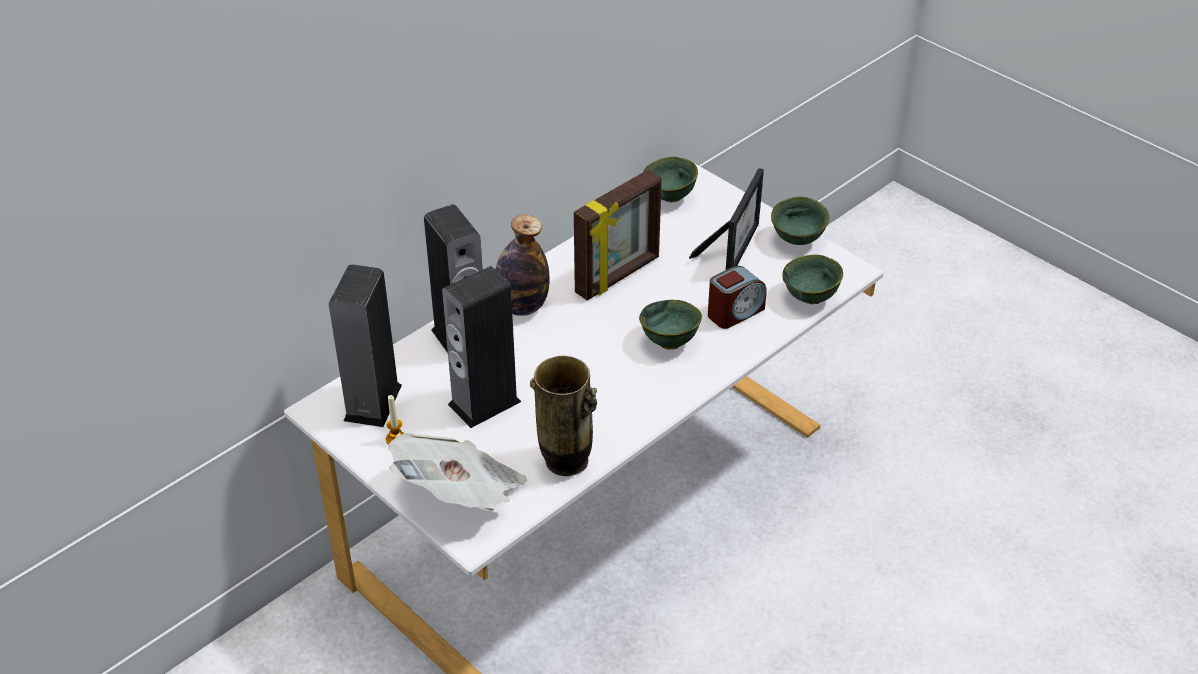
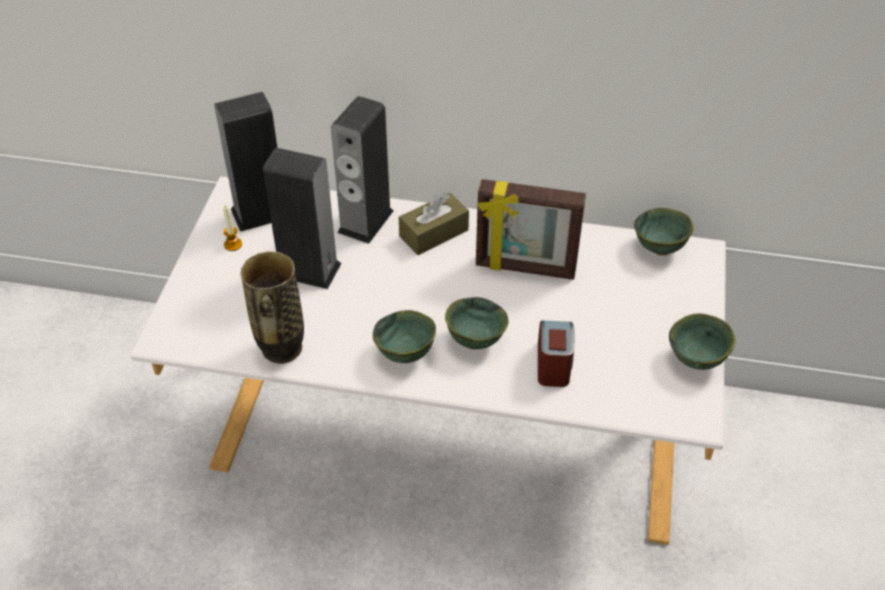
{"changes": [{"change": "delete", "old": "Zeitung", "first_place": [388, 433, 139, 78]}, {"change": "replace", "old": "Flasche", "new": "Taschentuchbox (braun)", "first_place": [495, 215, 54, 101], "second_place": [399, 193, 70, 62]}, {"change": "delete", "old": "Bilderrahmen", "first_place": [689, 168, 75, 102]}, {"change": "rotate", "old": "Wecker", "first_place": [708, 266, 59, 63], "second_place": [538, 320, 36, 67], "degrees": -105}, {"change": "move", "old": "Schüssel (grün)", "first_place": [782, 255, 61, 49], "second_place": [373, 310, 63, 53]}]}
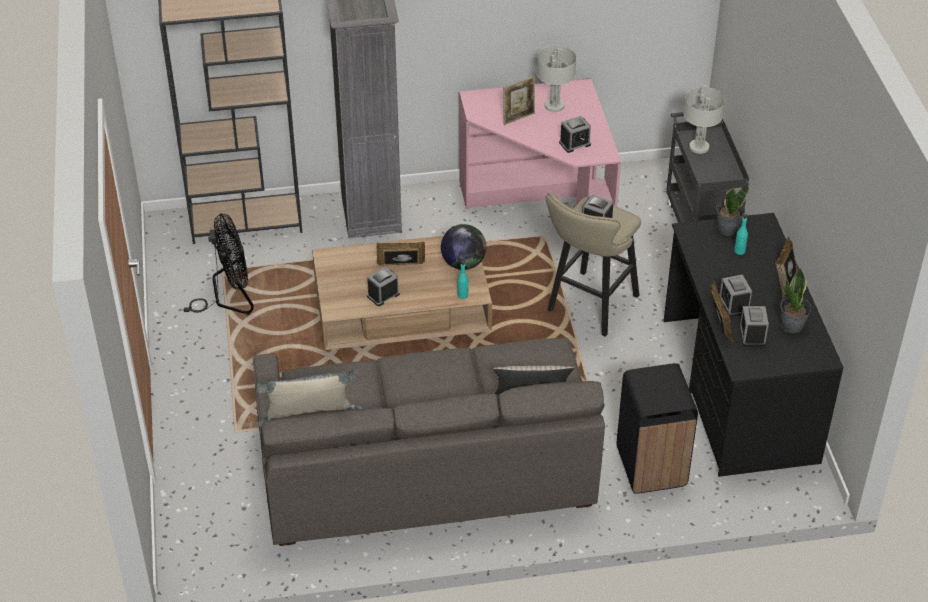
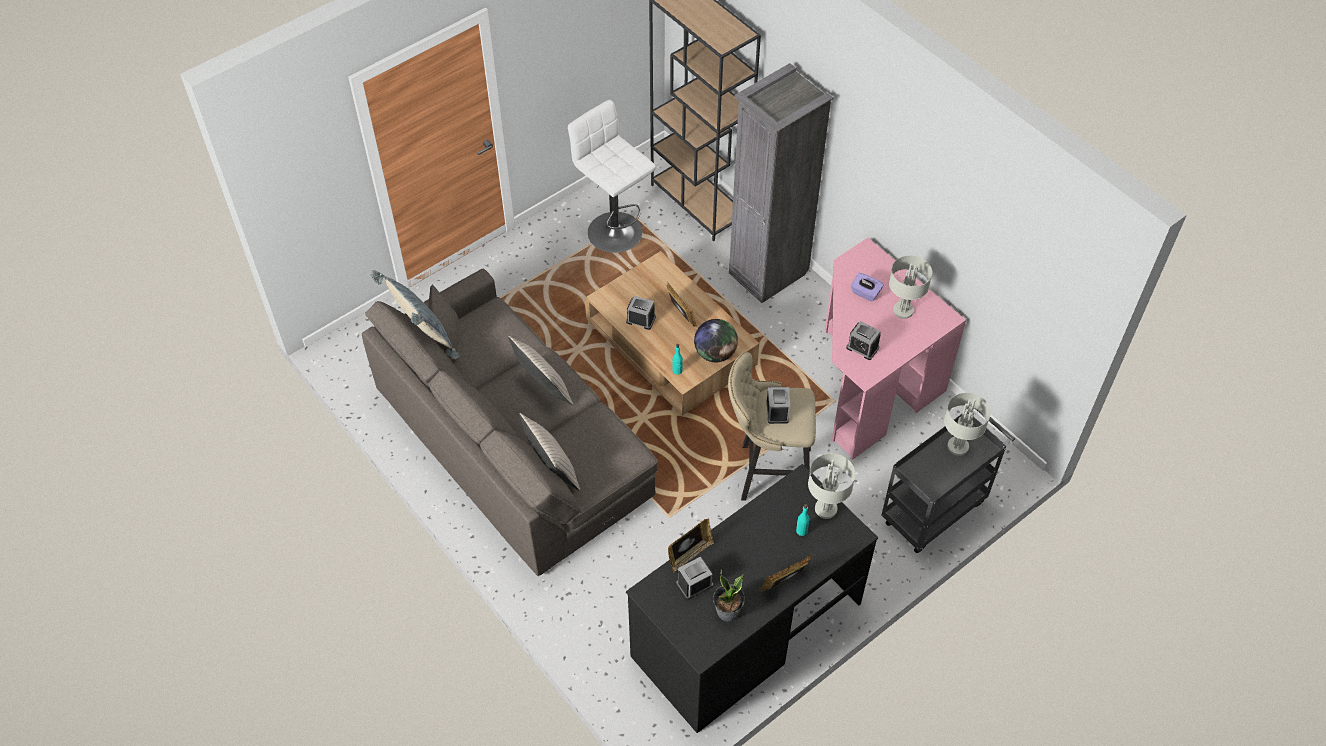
{"changes": [{"change": "replace", "old": "Ventilator (schwarz)", "new": "Hocker (weiß)", "first_place": [184, 213, 70, 102], "second_place": [568, 100, 88, 153]}, {"change": "replace", "old": "Bilderrahmen", "new": "Taschentuchbox (lila)", "first_place": [503, 76, 32, 49], "second_place": [851, 273, 32, 29]}, {"change": "delete", "old": "Mülleimer (schwarz)", "first_place": [617, 363, 81, 131]}, {"change": "replace", "old": "Topfpflanze", "new": "Tischlampe (grau)", "first_place": [716, 182, 33, 54], "second_place": [808, 453, 47, 66]}, {"change": "delete", "old": "Wecker", "first_place": [720, 274, 32, 43]}, {"change": "insert", "new": "Kissen (beige)", "second_place": [508, 336, 65, 69]}]}
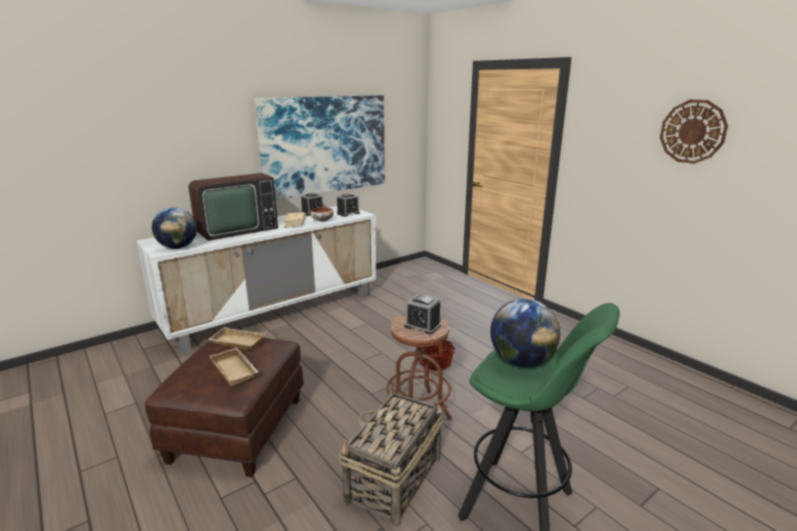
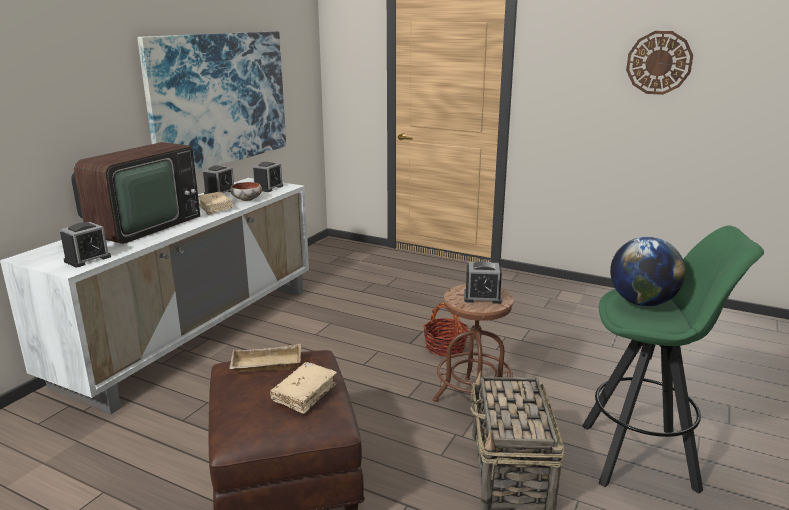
{"changes": [{"change": "replace", "old": "Globus", "new": "Wecker", "first_place": [152, 207, 45, 42], "second_place": [60, 222, 51, 45]}, {"change": "replace", "old": "Tablett (beige)", "new": "Buch (beige)", "first_place": [210, 348, 49, 38], "second_place": [270, 362, 67, 52]}]}
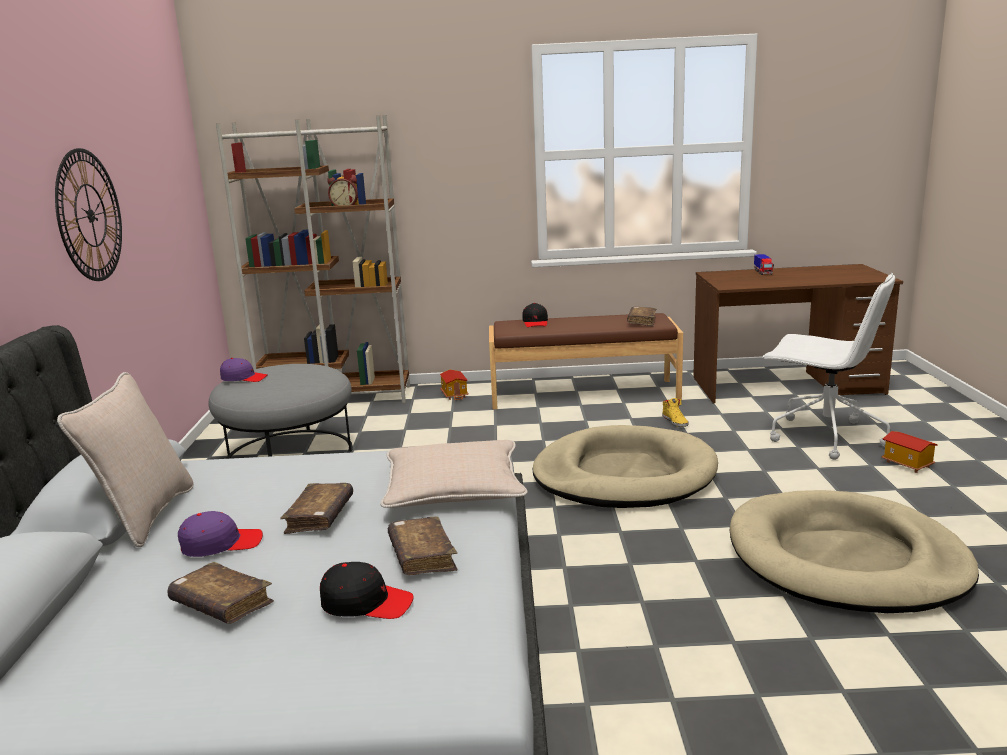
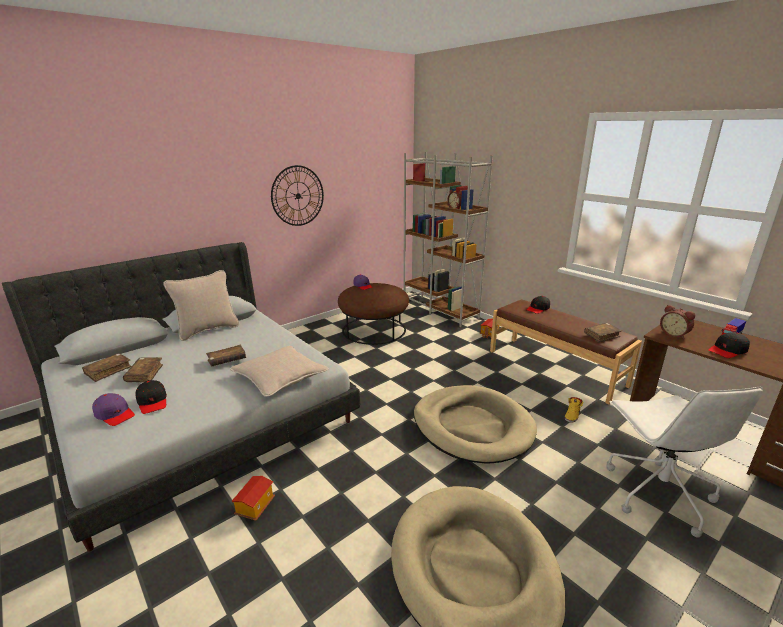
{"changes": [{"change": "move", "old": "Kappe (lila)", "first_place": [178, 511, 85, 46], "second_place": [92, 393, 43, 33]}, {"change": "recolor", "old": "Polsterhocker (grau)", "new": "Polsterhocker (braun)", "first_place": [209, 364, 144, 95], "second_place": [338, 283, 71, 62]}, {"change": "move", "old": "Buch (braun)", "first_place": [388, 516, 70, 59], "second_place": [82, 353, 50, 29]}, {"change": "move", "old": "Spielzeughaus", "first_place": [882, 431, 56, 42], "second_place": [232, 476, 43, 45]}, {"change": "insert", "new": "Wecker", "second_place": [660, 305, 35, 34]}, {"change": "insert", "new": "Kappe (schwarz)", "second_place": [708, 332, 42, 26]}]}
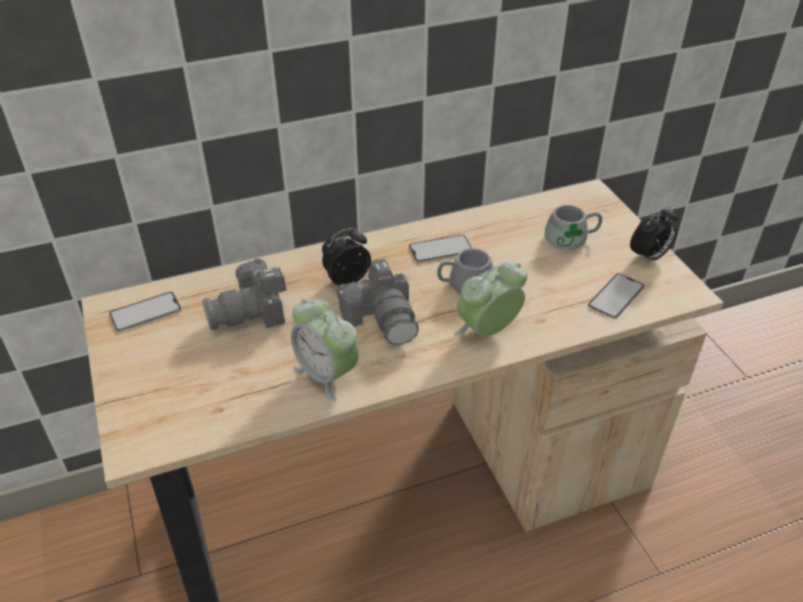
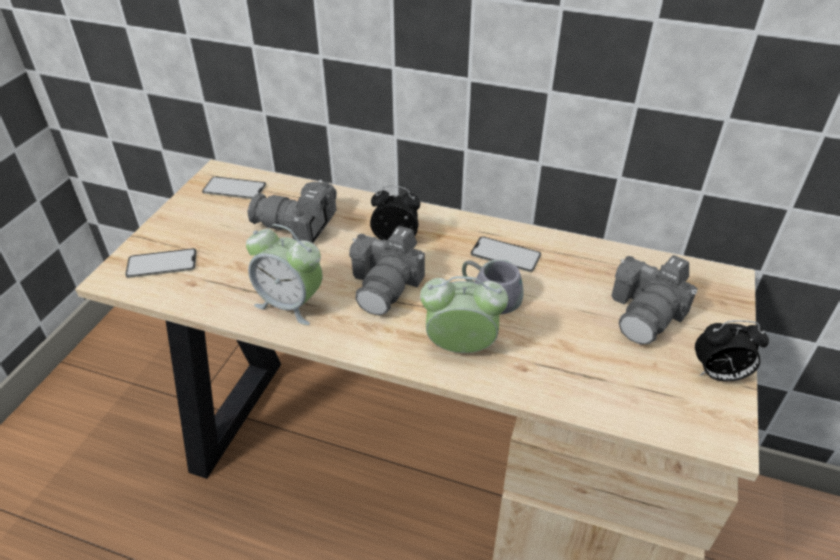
{"changes": [{"change": "rotate", "old": "Wecker", "first_place": [291, 299, 68, 103], "second_place": [246, 224, 76, 101], "degrees": -60}, {"change": "replace", "old": "Henkelbecher (grau)", "new": "Kamera", "first_place": [545, 205, 57, 52], "second_place": [611, 255, 87, 90]}, {"change": "move", "old": "Handy", "first_place": [588, 273, 56, 46], "second_place": [125, 248, 72, 30]}]}
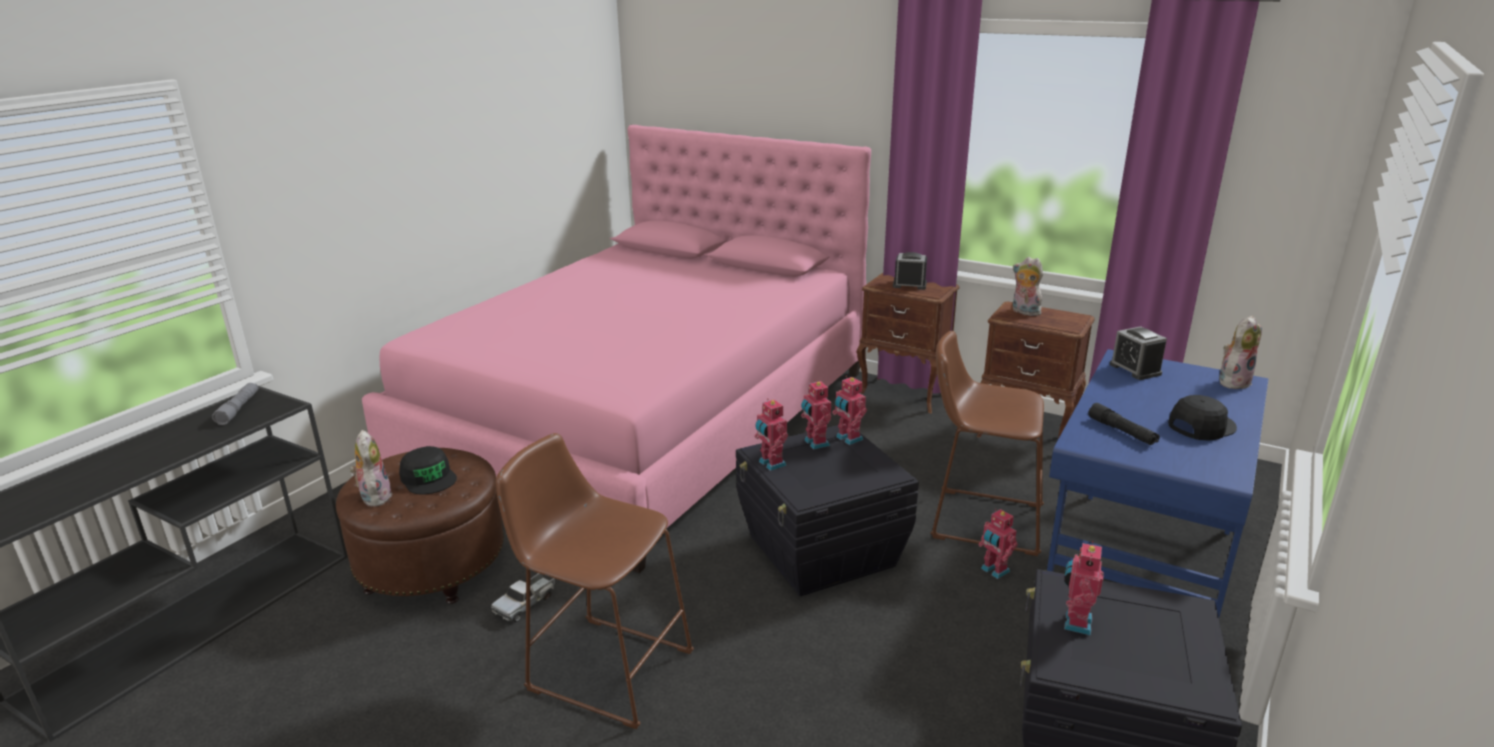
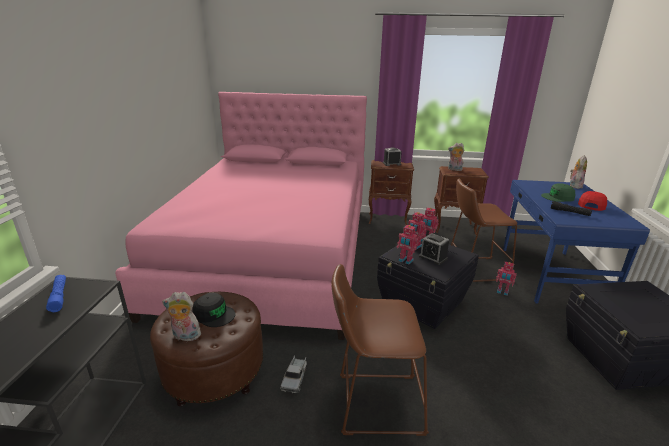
{"changes": [{"change": "recolor", "old": "Taschenlampe (grau)", "new": "Taschenlampe (blau)", "first_place": [212, 383, 47, 42], "second_place": [46, 275, 20, 37]}, {"change": "rotate", "old": "Plüschtier", "first_place": [350, 430, 42, 77], "second_place": [162, 292, 39, 49], "degrees": -45}, {"change": "delete", "old": "Spielzeugroboter", "first_place": [1064, 541, 40, 95]}, {"change": "move", "old": "Wecker", "first_place": [1110, 326, 57, 54], "second_place": [419, 233, 30, 32]}, {"change": "recolor", "old": "Kappe (schwarz)", "new": "Kappe (rot)", "first_place": [1168, 395, 69, 46], "second_place": [578, 191, 29, 20]}, {"change": "insert", "new": "Kappe (grün)", "second_place": [541, 183, 34, 19]}]}
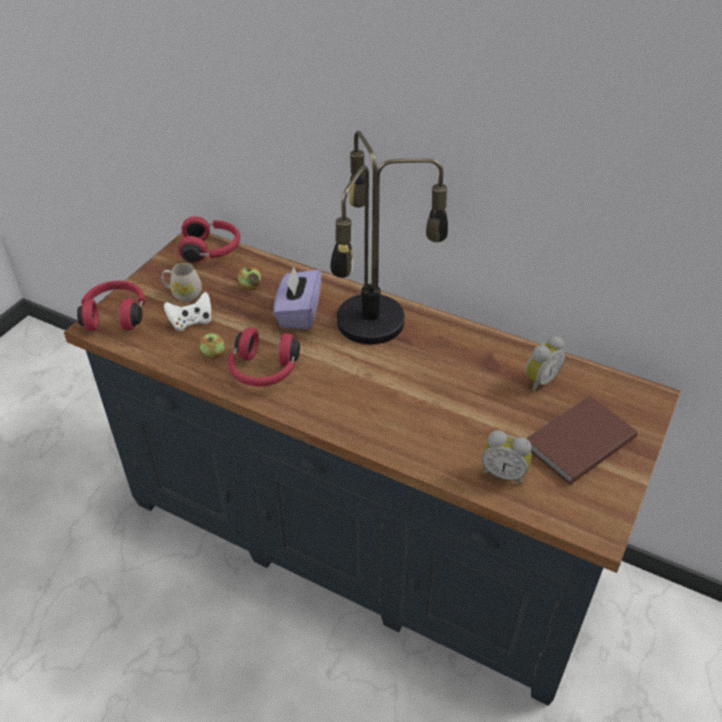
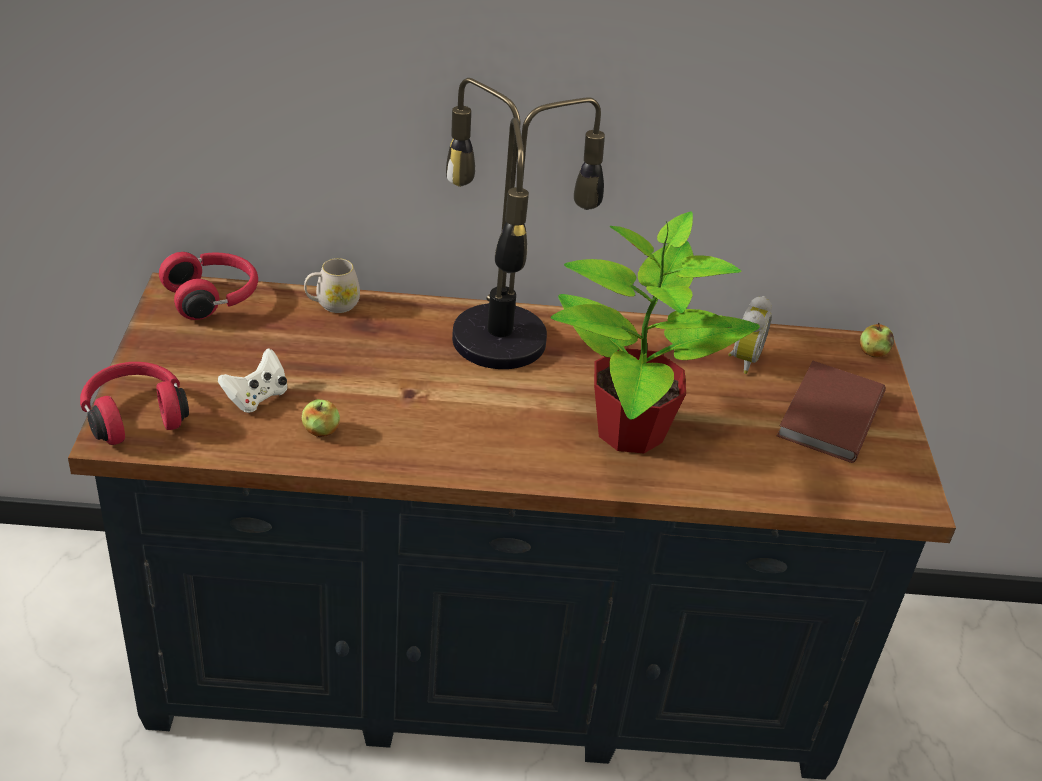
{"changes": [{"change": "move", "old": "Henkelbecher (weiß)", "first_place": [161, 263, 41, 39], "second_place": [304, 258, 56, 55]}, {"change": "delete", "old": "Kopfhörer (rot)", "first_place": [228, 328, 72, 59]}, {"change": "move", "old": "Apfel", "first_place": [238, 265, 23, 25], "second_place": [860, 323, 34, 34]}, {"change": "delete", "old": "Taschentuchbox (lila)", "first_place": [273, 266, 49, 64]}, {"change": "delete", "old": "Wecker", "first_place": [482, 430, 50, 55]}, {"change": "insert", "new": "Topfpflanze", "second_place": [551, 212, 209, 242]}]}
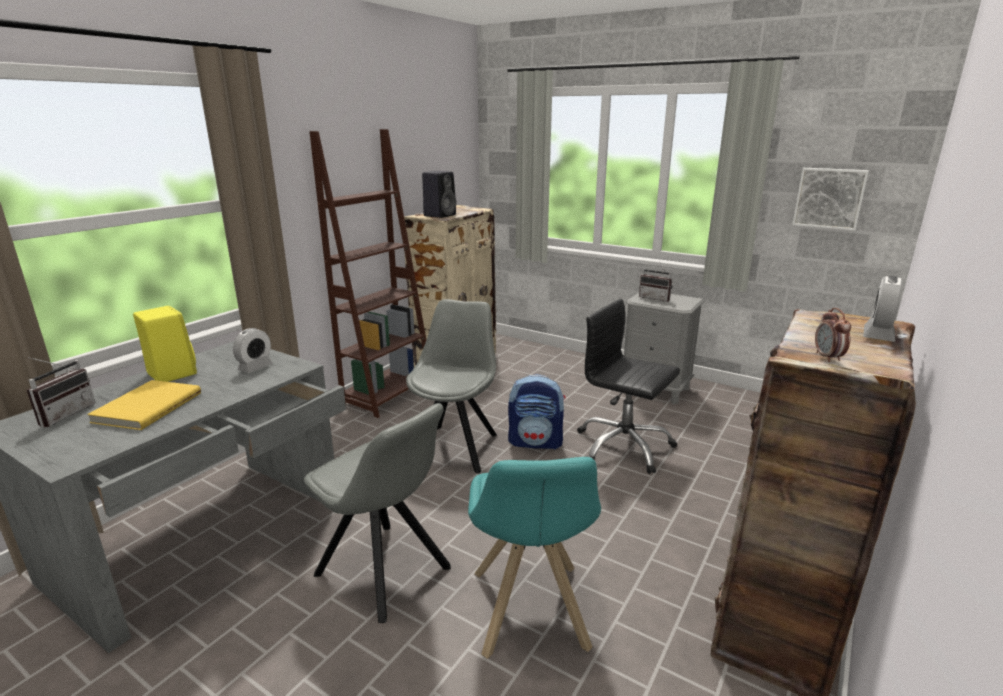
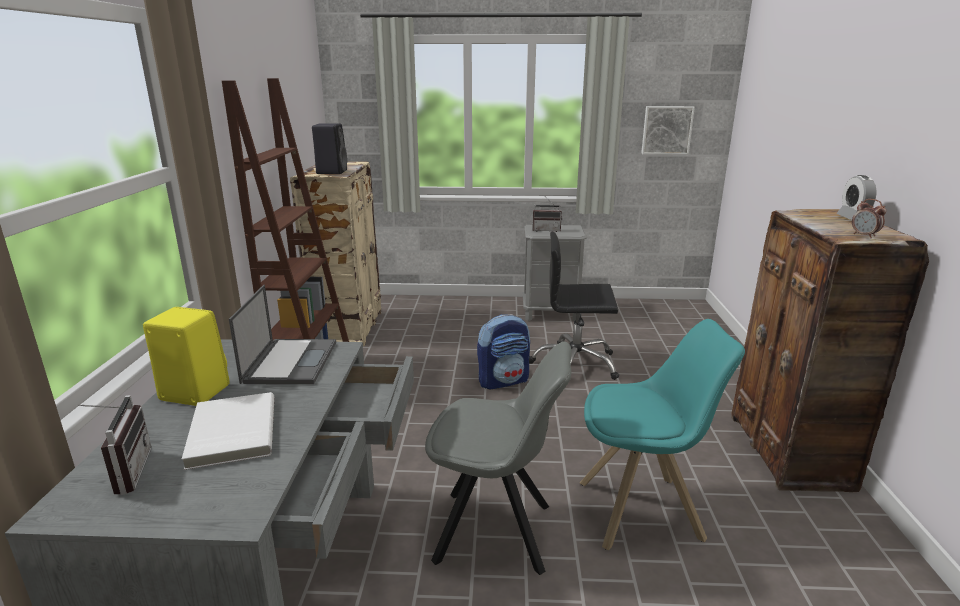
{"changes": [{"change": "recolor", "old": "Buch (gelb)", "new": "Buch (weiß)", "first_place": [87, 380, 114, 50], "second_place": [182, 392, 92, 78]}, {"change": "replace", "old": "Wecker", "new": "Laptop", "first_place": [233, 328, 40, 45], "second_place": [229, 285, 107, 99]}, {"change": "delete", "old": "Stuhl (grau)", "first_place": [406, 299, 91, 175]}, {"change": "rotate", "old": "Stuhl (türkis)", "first_place": [468, 457, 133, 202], "second_place": [579, 319, 166, 231], "degrees": -60}]}
